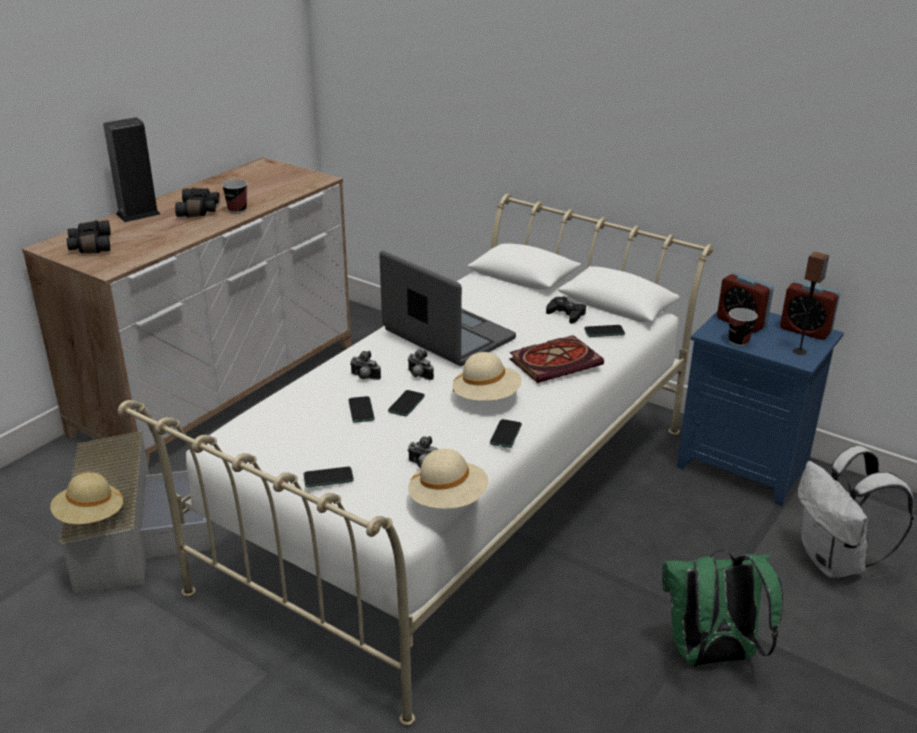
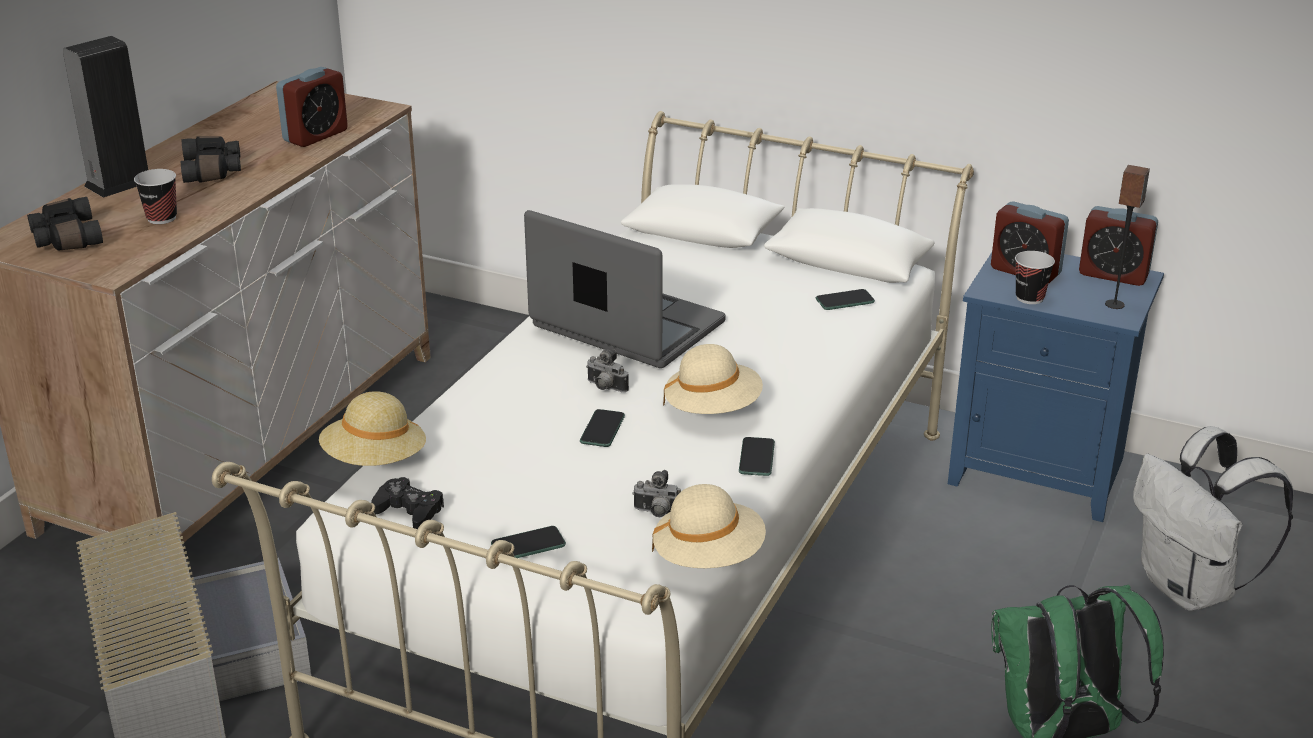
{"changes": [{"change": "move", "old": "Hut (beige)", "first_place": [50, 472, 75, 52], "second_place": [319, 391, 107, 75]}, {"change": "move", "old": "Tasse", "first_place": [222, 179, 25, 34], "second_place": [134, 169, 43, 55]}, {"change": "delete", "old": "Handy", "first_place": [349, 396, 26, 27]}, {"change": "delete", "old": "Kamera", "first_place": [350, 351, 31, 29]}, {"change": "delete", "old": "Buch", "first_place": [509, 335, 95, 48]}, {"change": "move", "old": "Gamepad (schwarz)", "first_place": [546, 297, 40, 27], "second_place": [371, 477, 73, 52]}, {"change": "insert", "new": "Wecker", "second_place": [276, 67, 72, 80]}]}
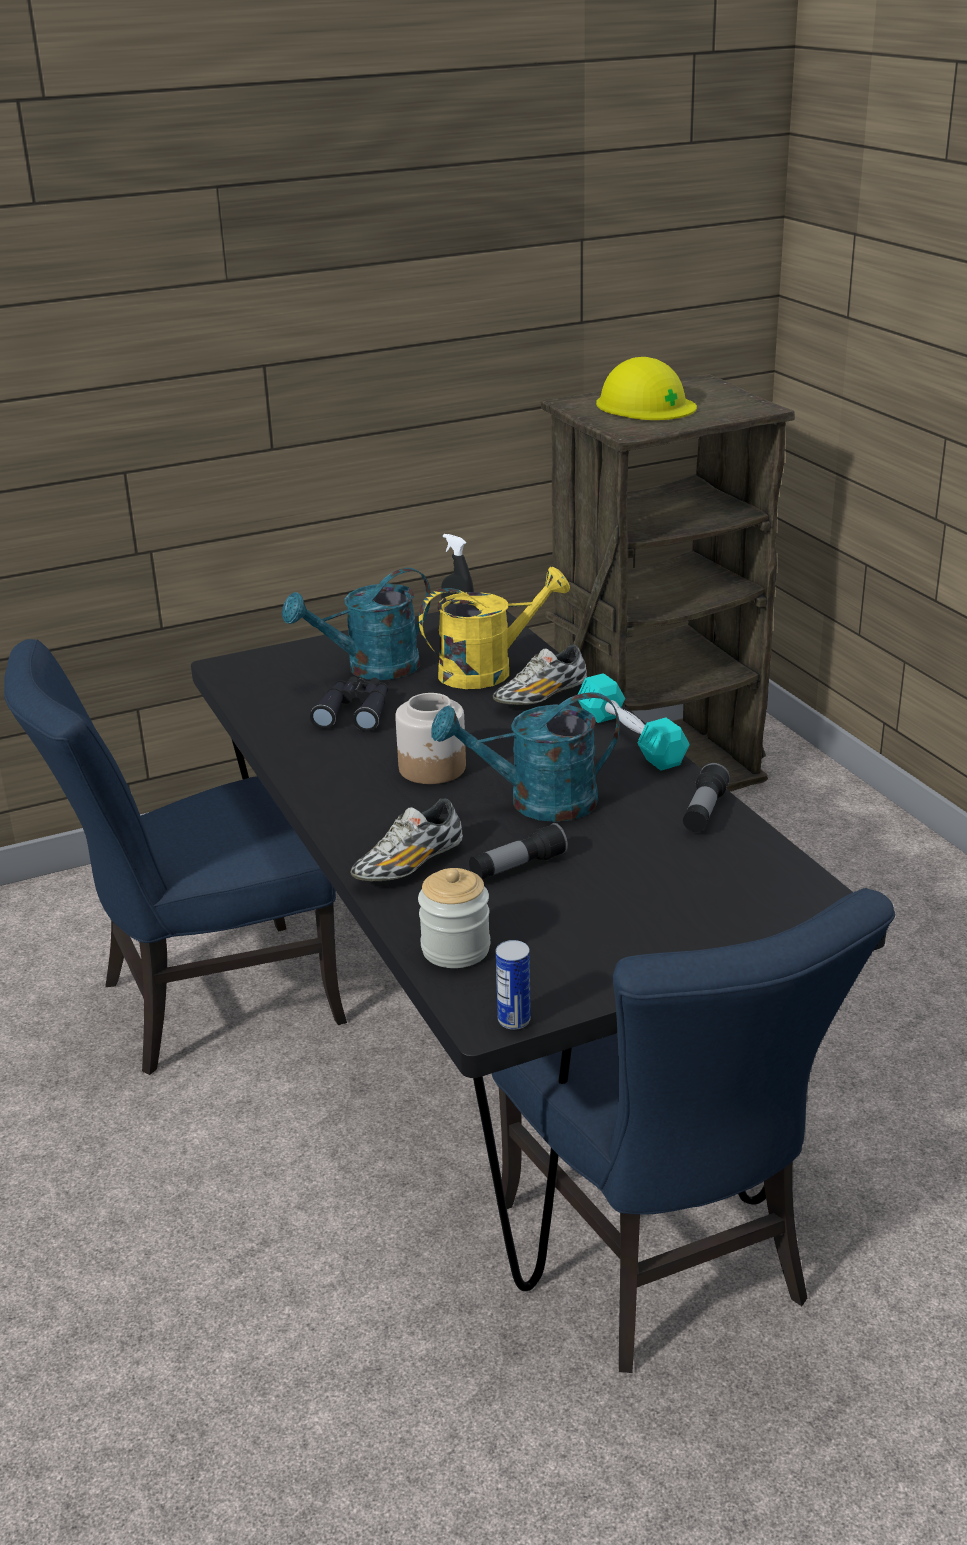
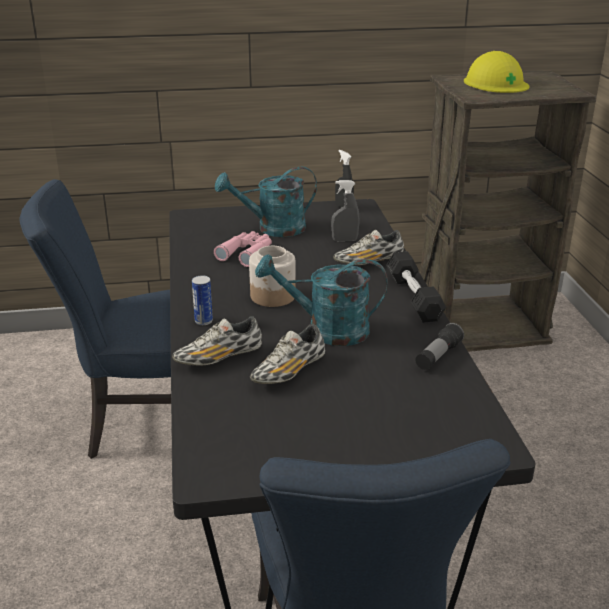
{"changes": [{"change": "recolor", "old": "Fernglas (schwarz)", "new": "Fernglas (rosa)", "first_place": [310, 676, 78, 56], "second_place": [214, 231, 58, 36]}, {"change": "delete", "old": "Vorratsglas", "first_place": [418, 868, 72, 100]}, {"change": "replace", "old": "Gießkanne (gelb)", "new": "Sprühflasche (grau)", "first_place": [419, 567, 151, 122], "second_place": [331, 180, 29, 62]}, {"change": "replace", "old": "Taschenlampe", "new": "Schuh", "first_place": [469, 823, 99, 56], "second_place": [250, 324, 75, 60]}, {"change": "move", "old": "Dose", "first_place": [496, 940, 35, 90], "second_place": [192, 275, 21, 50]}, {"change": "recolor", "old": "Hantel (türkis)", "new": "Hantel (schwarz)", "first_place": [578, 673, 112, 98], "second_place": [386, 251, 60, 72]}]}
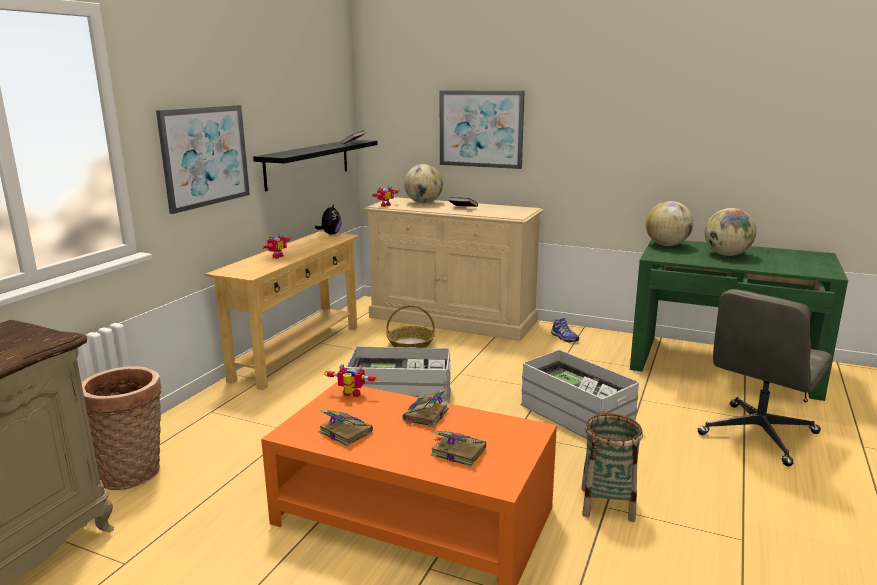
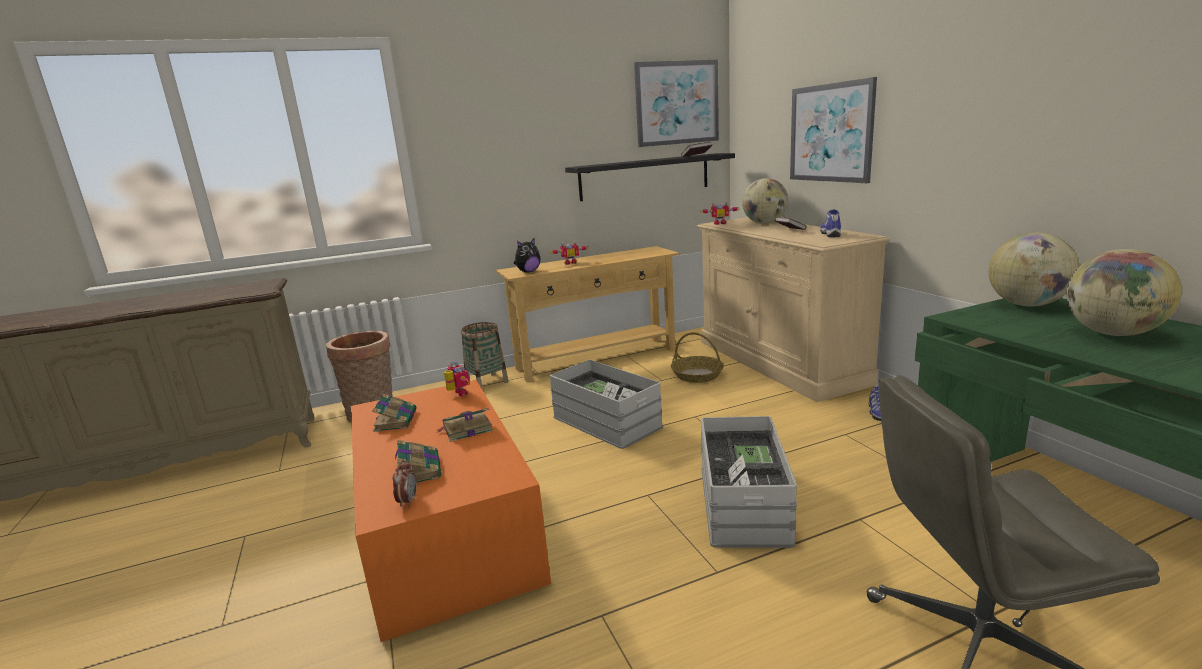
{"changes": [{"change": "move", "old": "Bild", "first_place": [156, 105, 94, 109], "second_place": [634, 60, 85, 87]}, {"change": "move", "old": "Plüschtier", "first_place": [315, 204, 27, 31], "second_place": [514, 238, 26, 35]}, {"change": "move", "old": "Korb", "first_place": [581, 414, 62, 108], "second_place": [461, 322, 47, 66]}, {"change": "insert", "new": "Wecker", "second_place": [393, 460, 24, 47]}, {"change": "insert", "new": "Schuh", "second_place": [820, 210, 21, 27]}]}
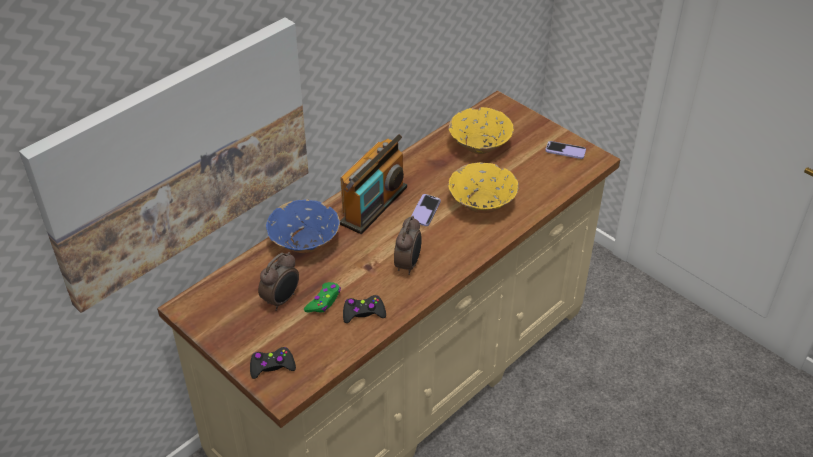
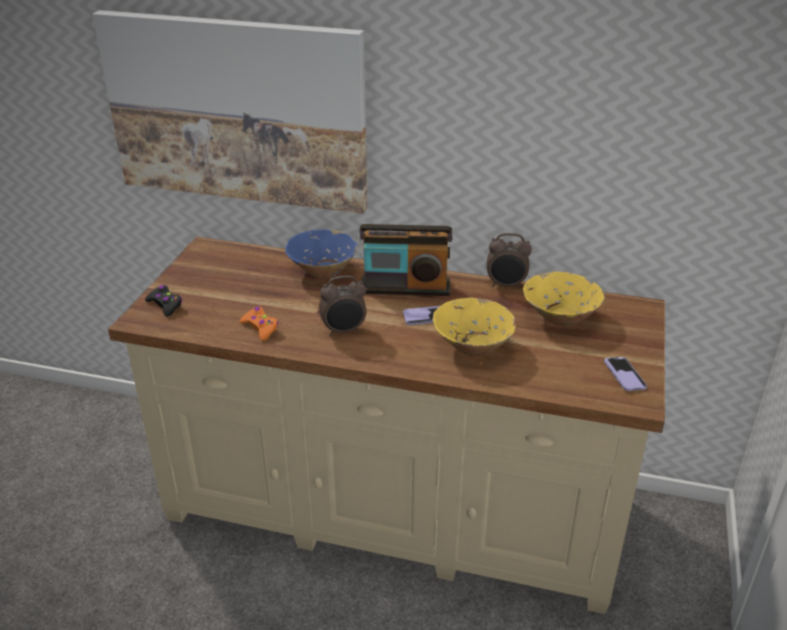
{"changes": [{"change": "move", "old": "Wecker", "first_place": [258, 252, 41, 59], "second_place": [486, 233, 46, 56]}, {"change": "delete", "old": "Gamepad (grün)", "first_place": [304, 282, 37, 31]}, {"change": "recolor", "old": "Gamepad (schwarz)", "new": "Gamepad (orange)", "first_place": [343, 295, 43, 28], "second_place": [239, 307, 39, 34]}]}
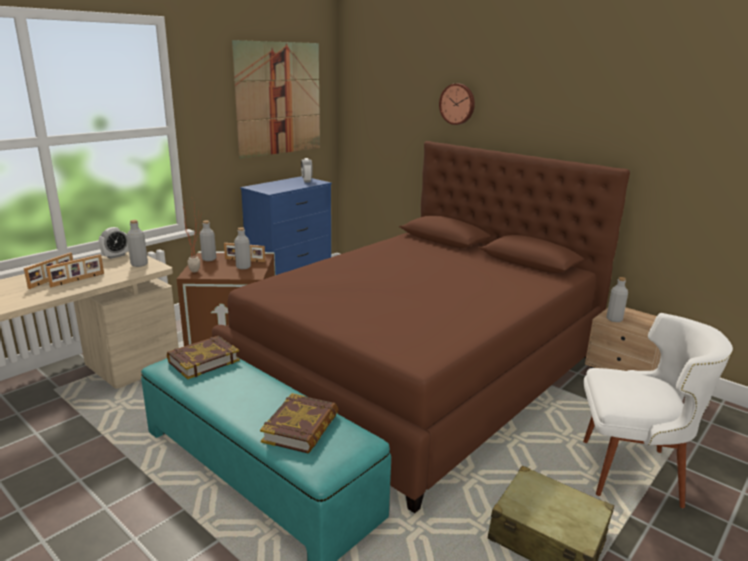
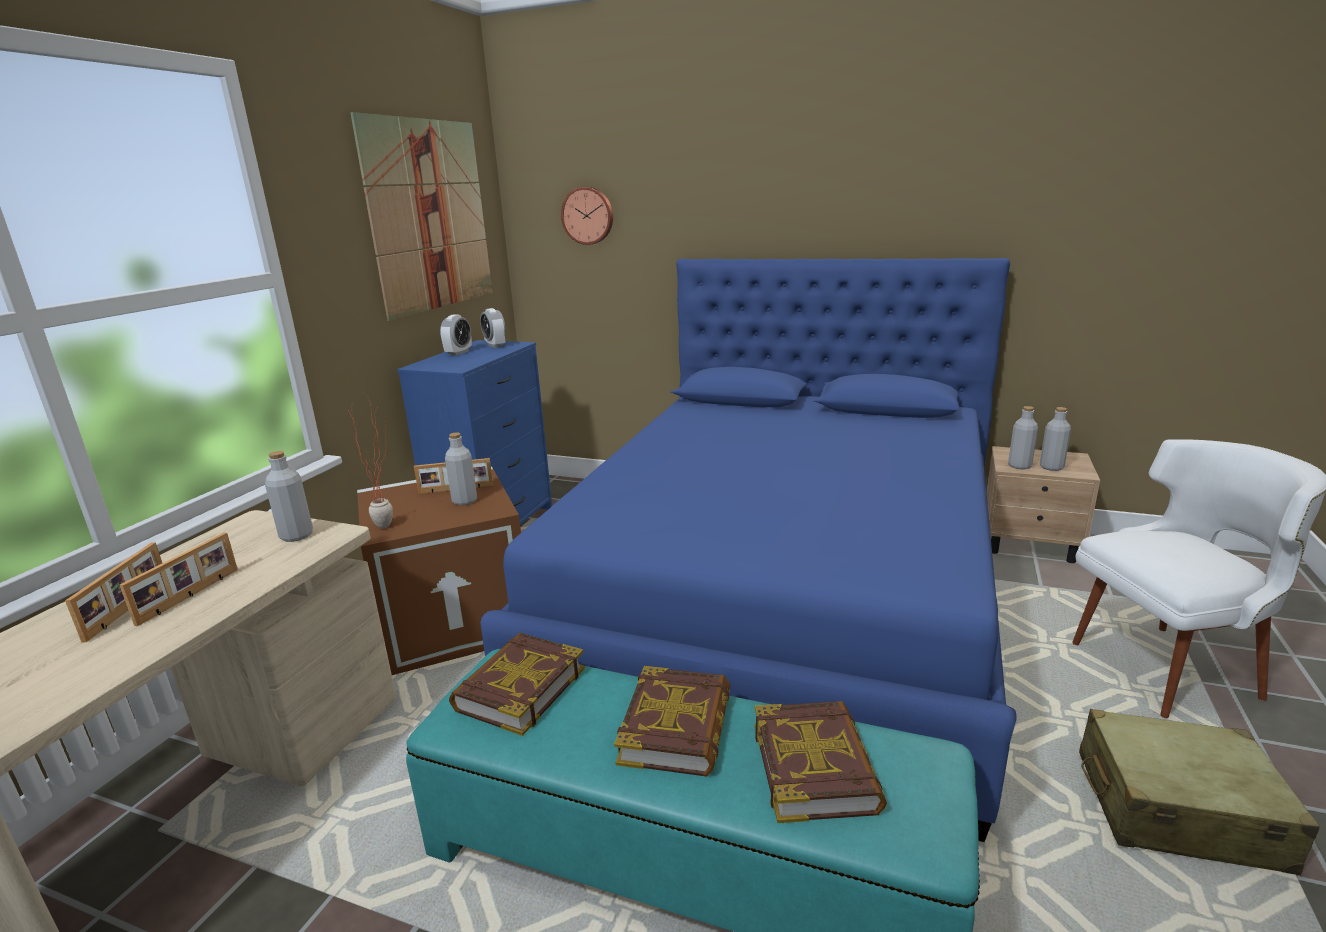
{"changes": [{"change": "move", "old": "Wecker", "first_place": [99, 227, 30, 32], "second_place": [440, 314, 32, 42]}, {"change": "move", "old": "Flasche (grau)", "first_place": [200, 221, 16, 40], "second_place": [1040, 407, 31, 64]}, {"change": "recolor", "old": "Bett (braun)", "new": "Bett (blau)", "first_place": [212, 141, 418, 372], "second_place": [480, 258, 536, 584]}, {"change": "move", "old": "Wanduhr", "first_place": [439, 84, 36, 41], "second_place": [561, 187, 52, 58]}, {"change": "insert", "new": "Buch", "second_place": [614, 666, 116, 111]}]}
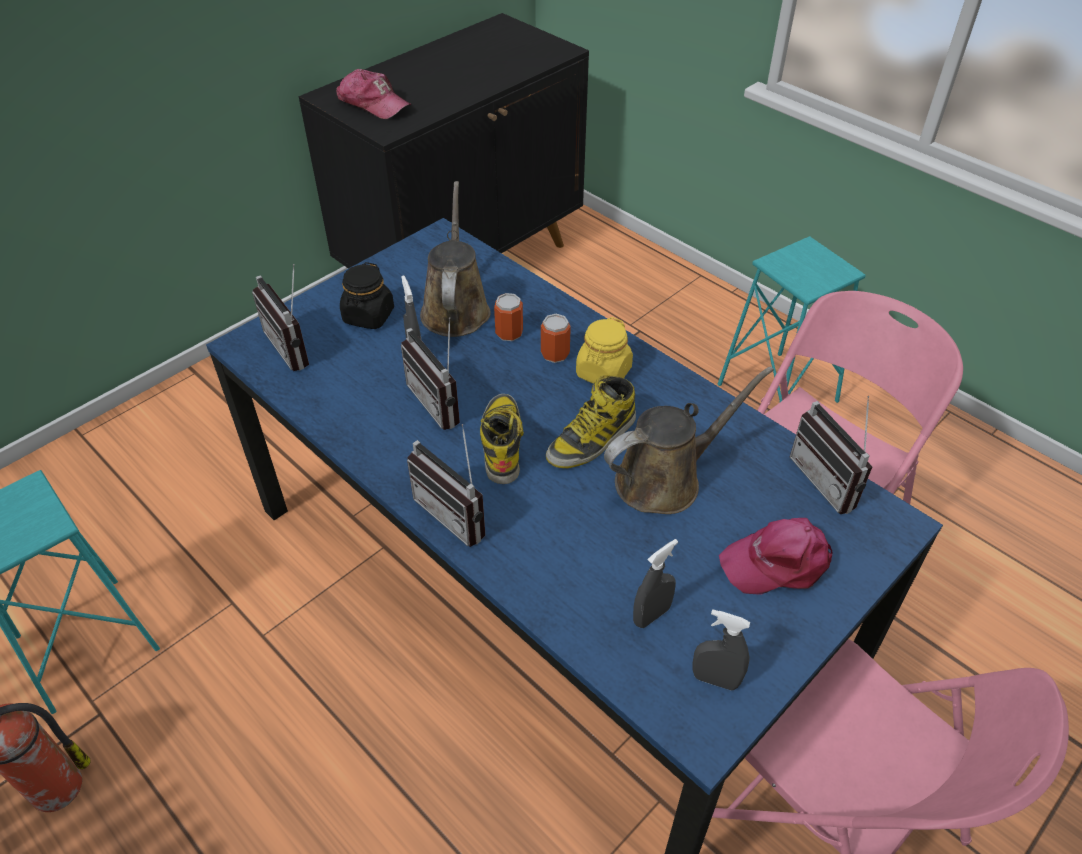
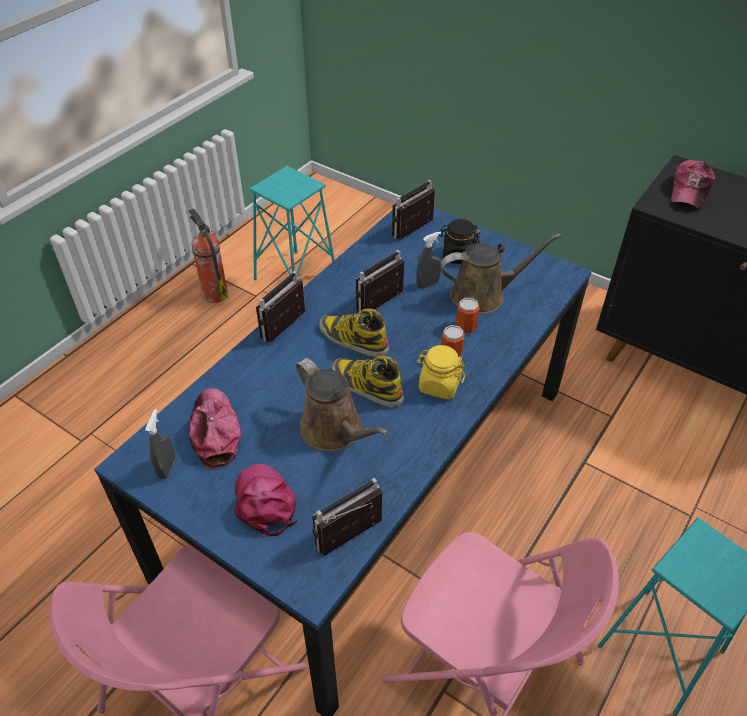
{"changes": [{"change": "rotate", "old": "Stiefel", "first_place": [480, 394, 44, 90], "second_place": [319, 309, 70, 48], "degrees": -135}, {"change": "replace", "old": "Sprühflasche (grau)", "new": "Kappe", "first_place": [633, 539, 45, 89], "second_place": [189, 388, 52, 81]}]}
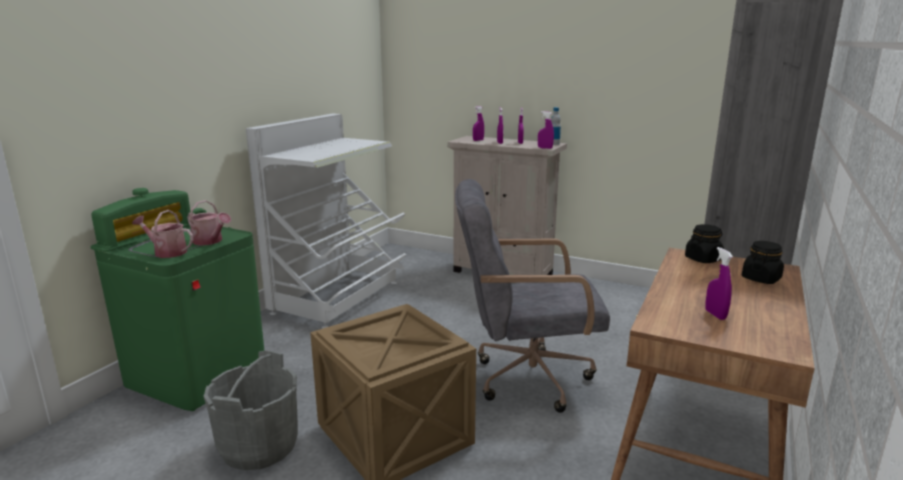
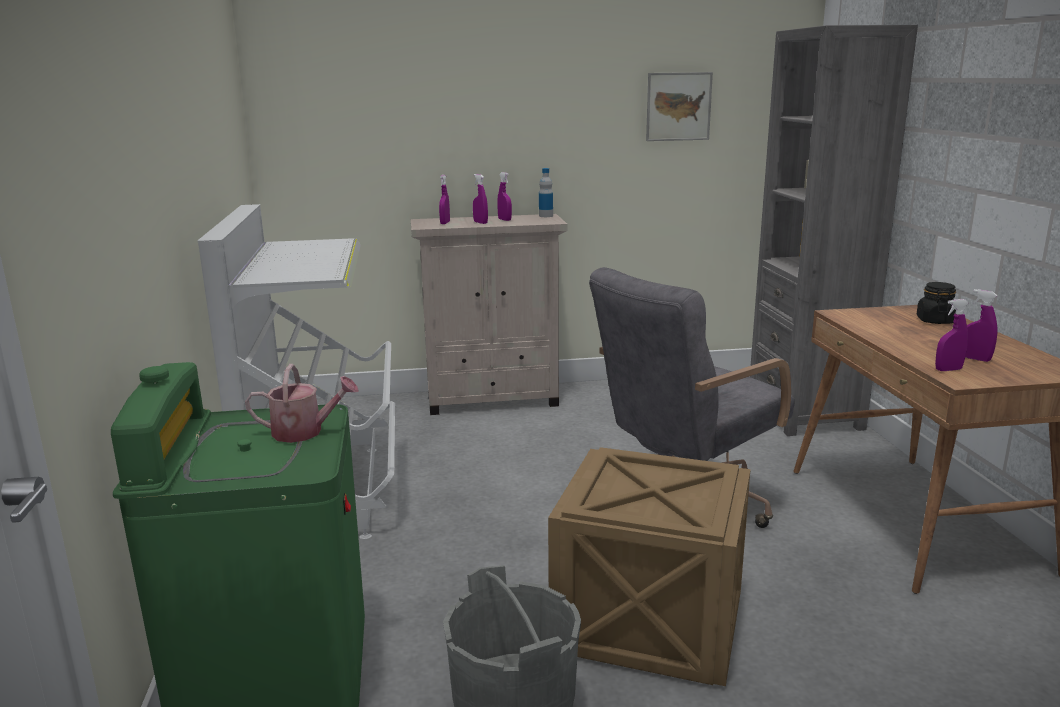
{"changes": [{"change": "delete", "old": "Gießkanne", "first_place": [132, 210, 61, 48]}, {"change": "move", "old": "Sprühflasche (lila)", "first_place": [538, 111, 16, 38], "second_place": [935, 299, 34, 72]}, {"change": "delete", "old": "Vorratsglas (schwarz)", "first_place": [685, 224, 39, 39]}, {"change": "insert", "new": "Bild", "second_place": [646, 72, 67, 69]}]}
